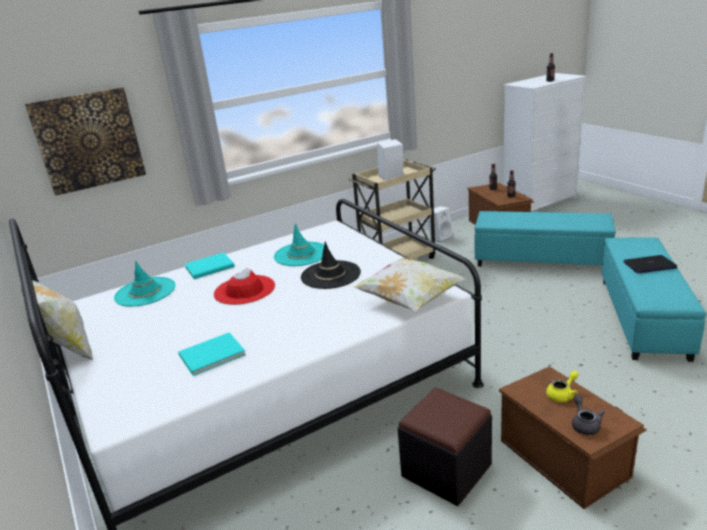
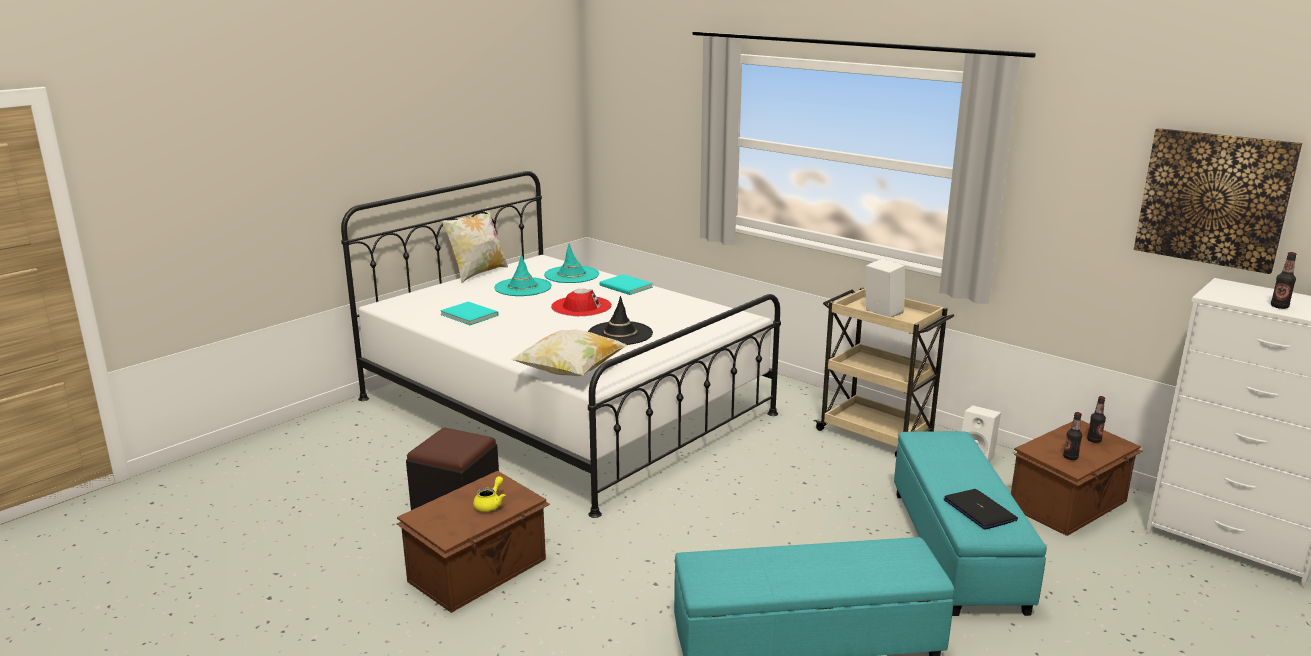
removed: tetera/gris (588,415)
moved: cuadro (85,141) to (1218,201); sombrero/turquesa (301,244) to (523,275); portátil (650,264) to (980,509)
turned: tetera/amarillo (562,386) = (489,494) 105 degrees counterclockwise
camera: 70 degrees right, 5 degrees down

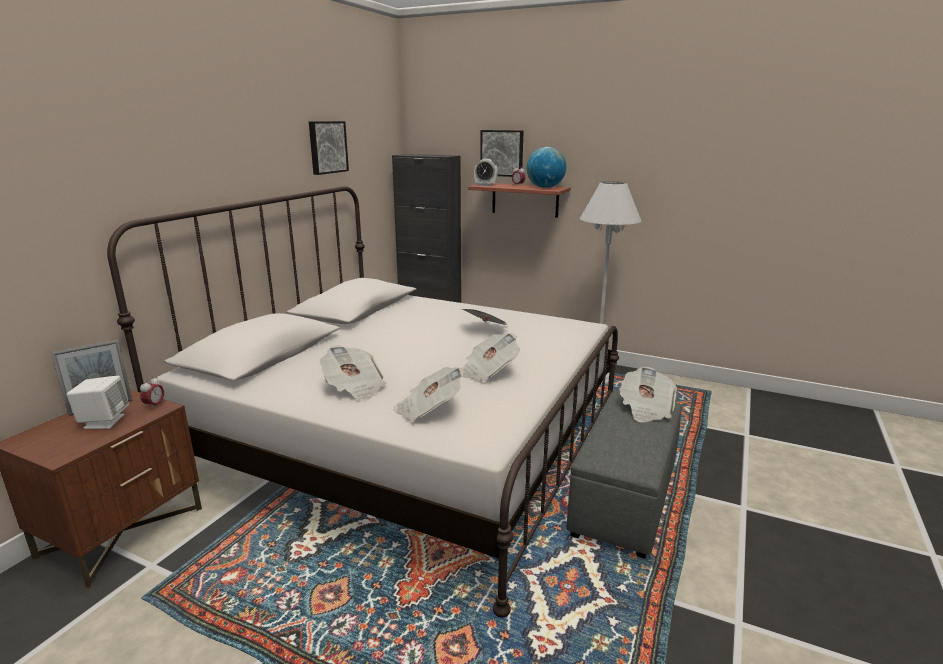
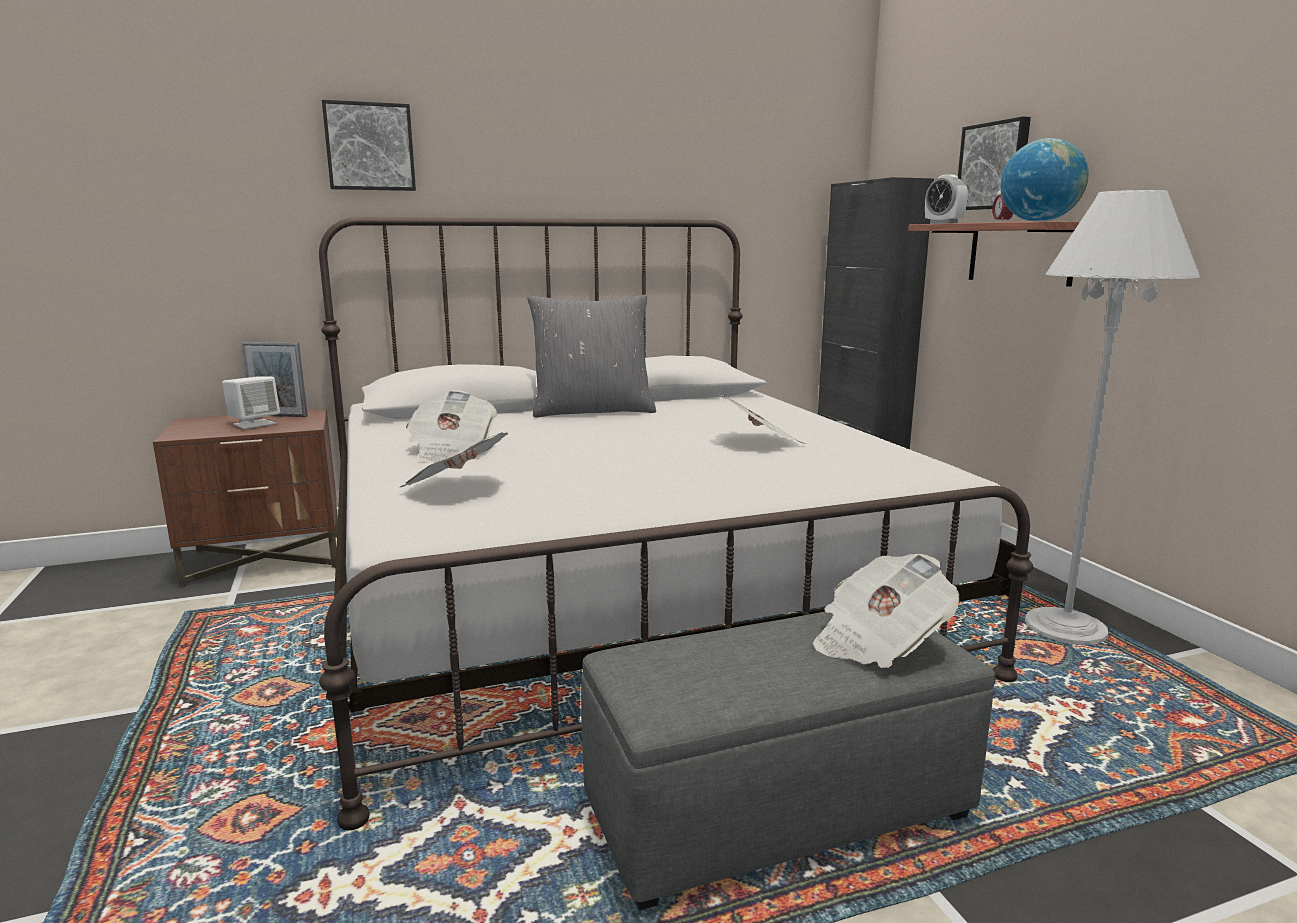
removed: periódico (490,357); despertador (152,392)
added: cojín/gris (591,356)
moved: cuadro (329,148) to (369,145)
camera: 45 degrees right, 5 degrees down

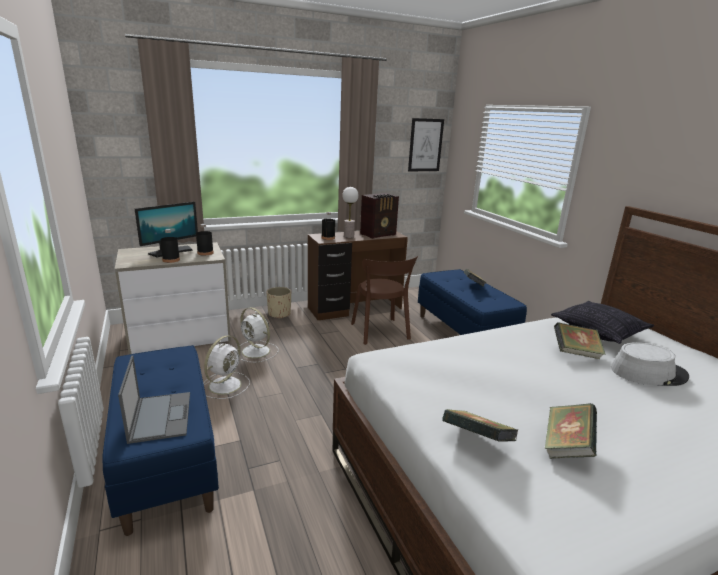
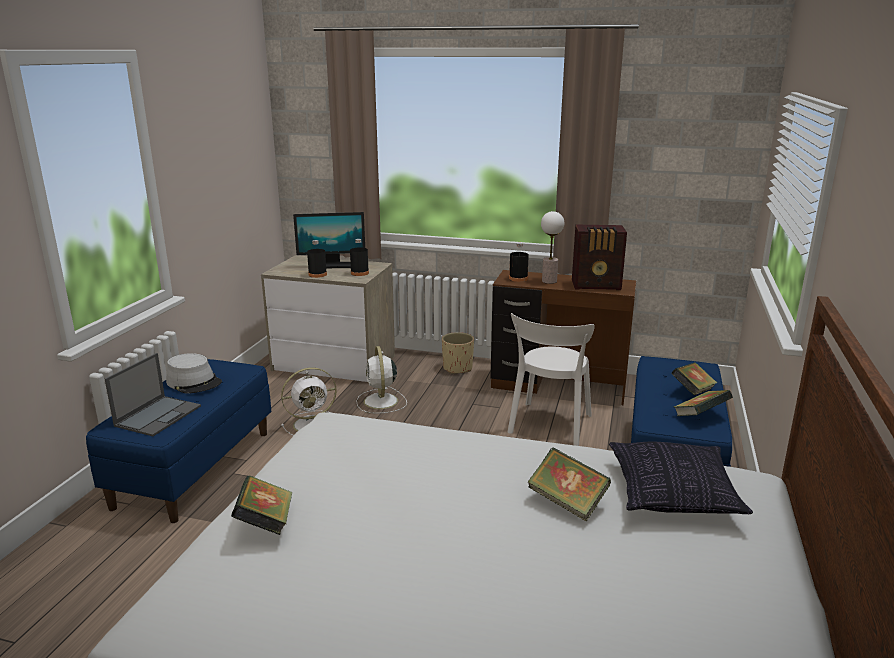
removed: cuadro (426,144)
moved: sombrero/gris (650,364) to (194,373); libro (571,431) to (703,403)
recoloured: silla/marrón (384,300) to silla/blanco (551,379)
camera: 40 degrees right, 0 degrees up

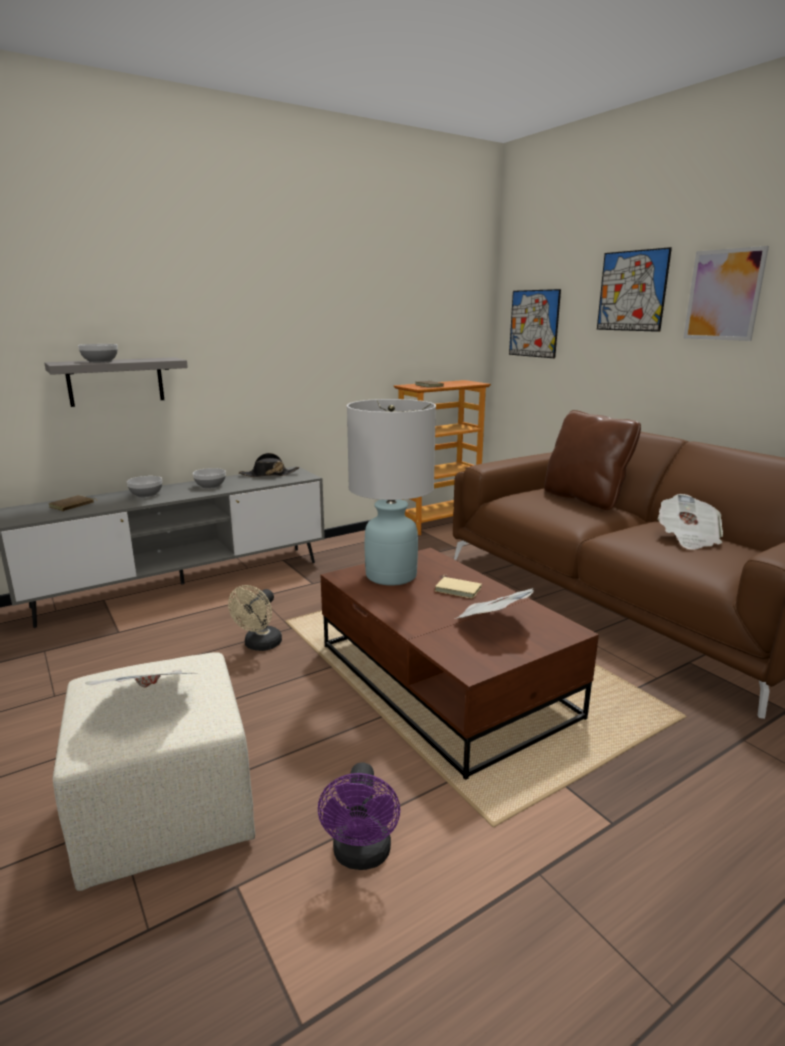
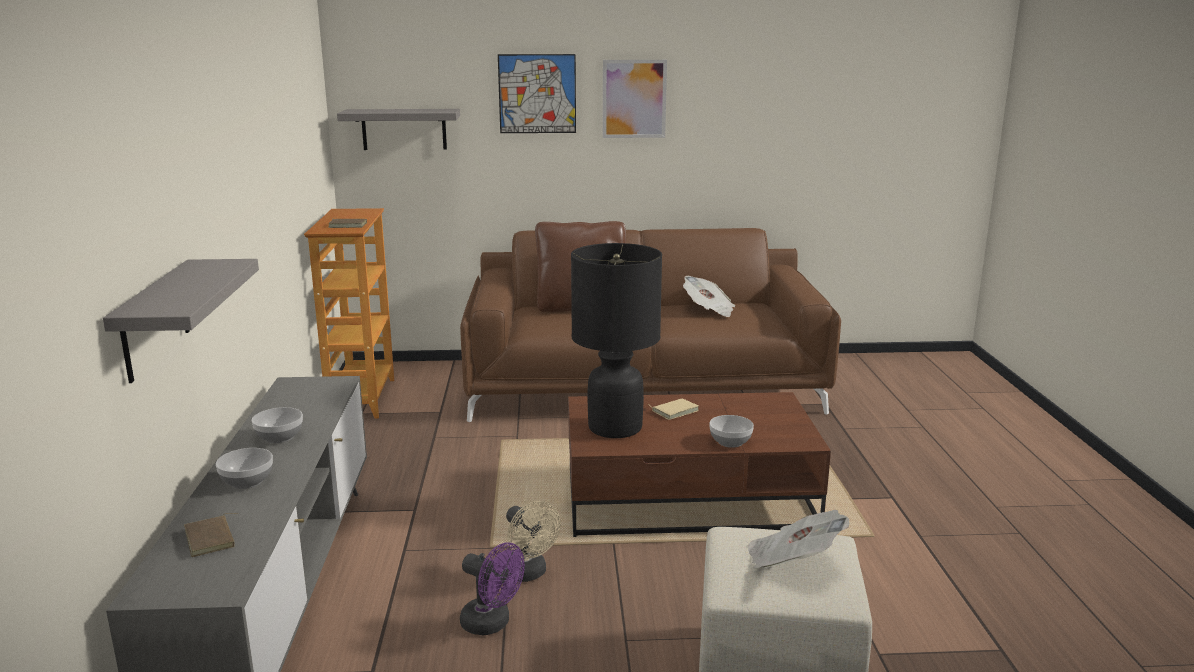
removed: sombrero/negro (269,465); periódico (494,603)
moved: cuenco (98,353) to (731,431); ventilador/morado (359,816) to (492,588)
replaced: cuadro (535,323) to estante/gris (398,129)
recoloured: lámpara de mesa/blanco (391,492) to lámpara de mesa/negro (616,340)
camera: 60 degrees left, 0 degrees up

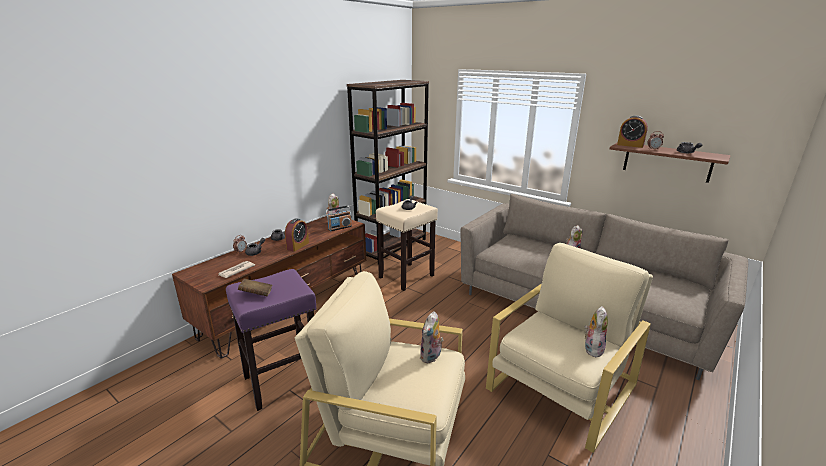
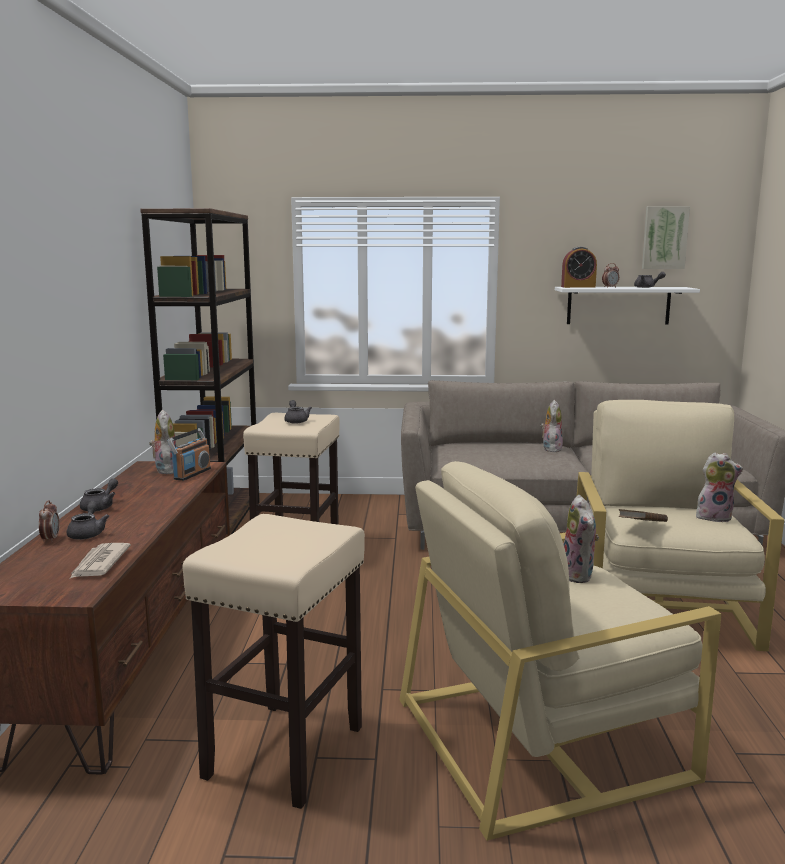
removed: despertador (297,235)
added: cuadro (666,237)
moved: libro/marrón (255,287) to (643,515)
recoloured: estante/marrón (670,162) to estante/blanco (627,306); taburete/morado (271,340) to taburete/beis (274,661)
turned: peluche (596,331) = (719,487) 105 degrees clockwise
camera: 35 degrees left, 10 degrees down

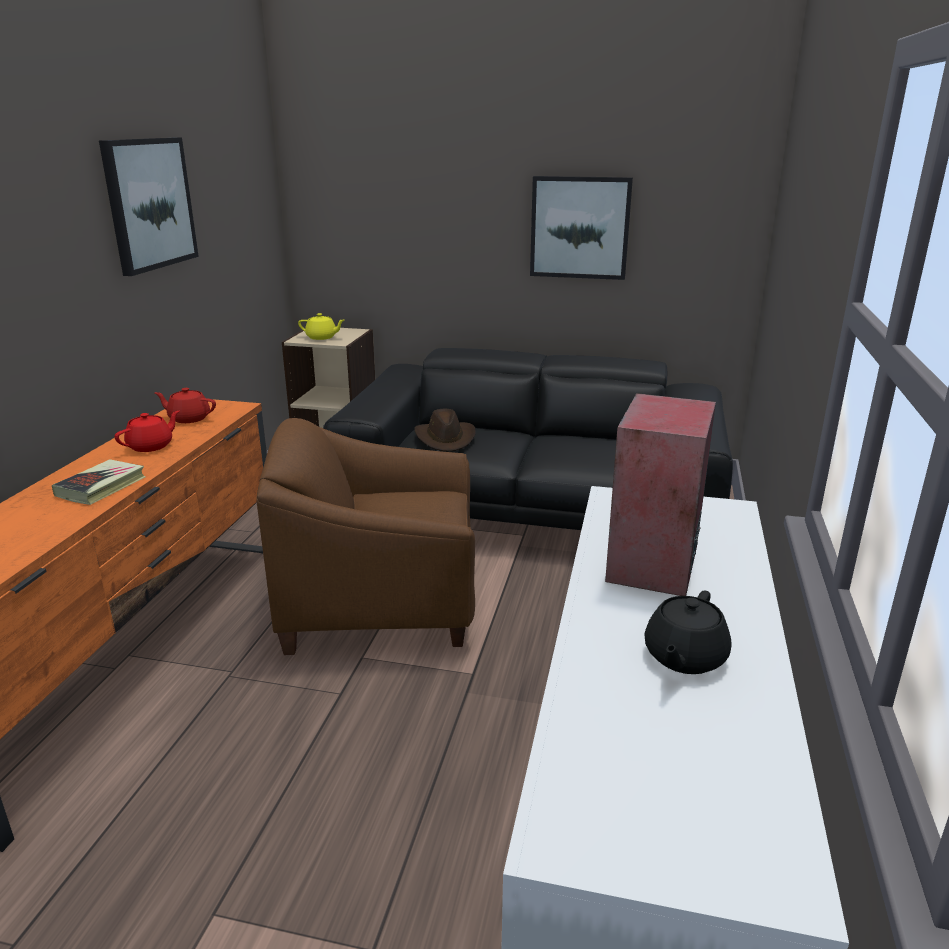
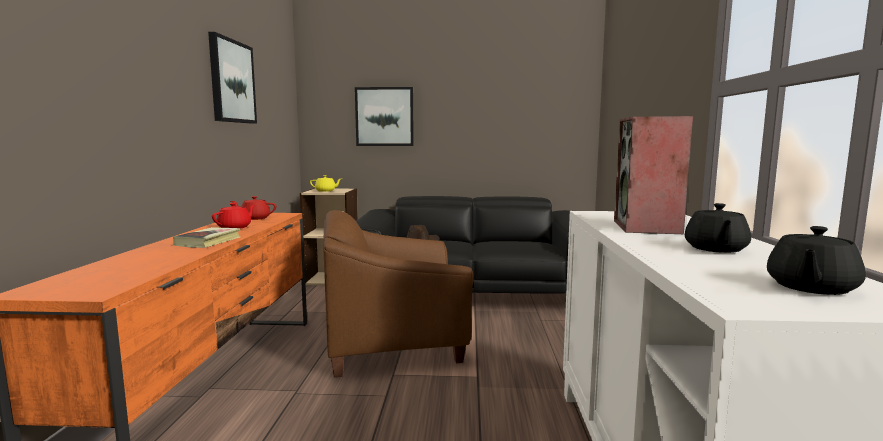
added: tetera/negro (816,260)
moved: cuadro (581,228) to (384,116)
camera: 10 degrees left, 15 degrees down

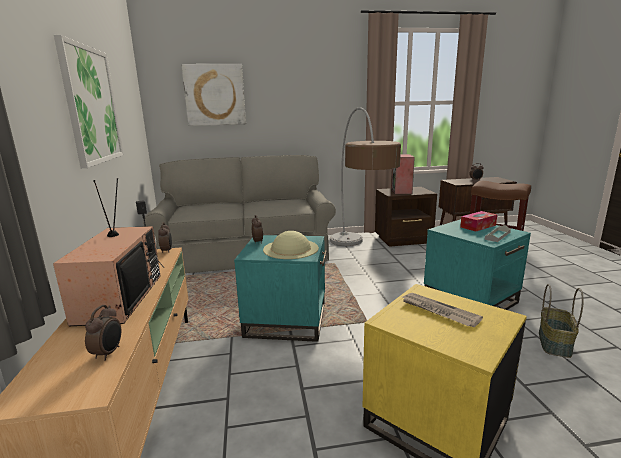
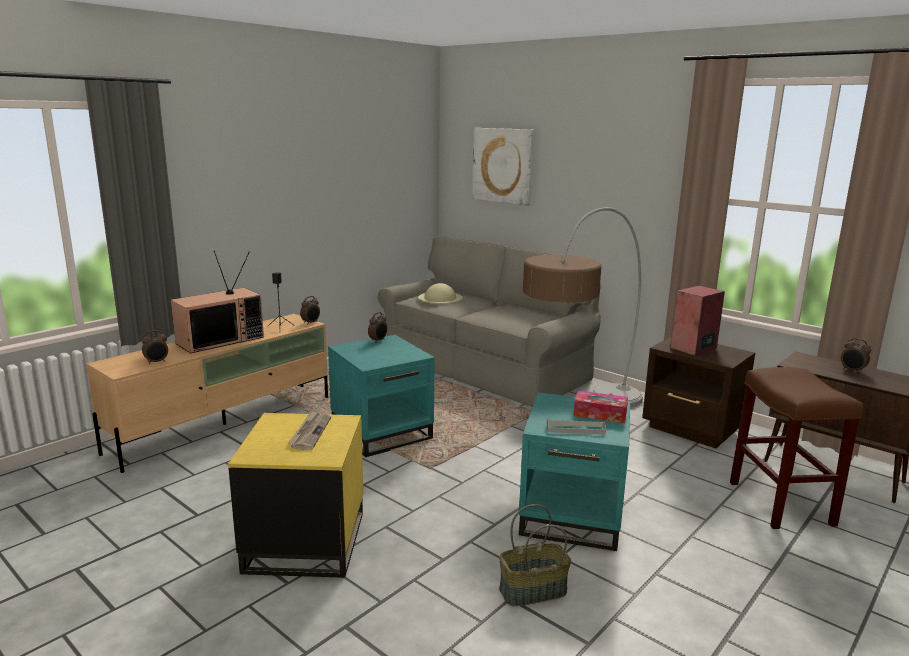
removed: cuadro (89,101)
moved: sombrero/beis (291,245) to (440,293)
camera: 50 degrees right, 0 degrees up

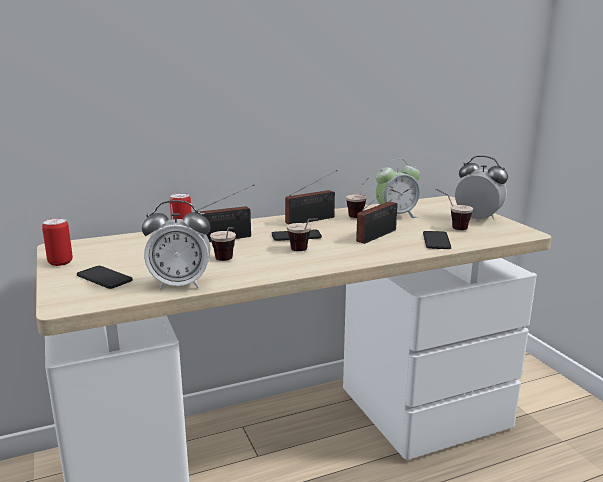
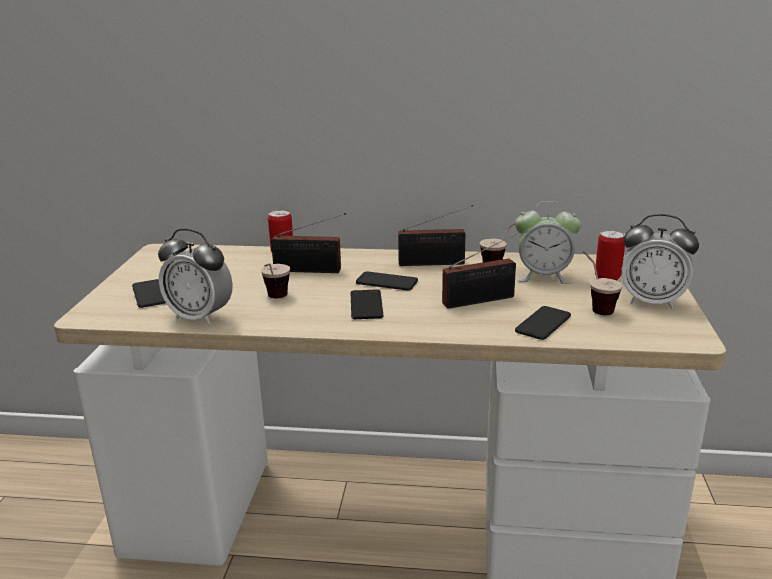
moved: lata (57,242) to (610,255)
replaced: taza (302,234) to móvil (367,304)
turned: despertador (481,188) = (660,261) 135 degrees clockwise
camera: 30 degrees right, 5 degrees up

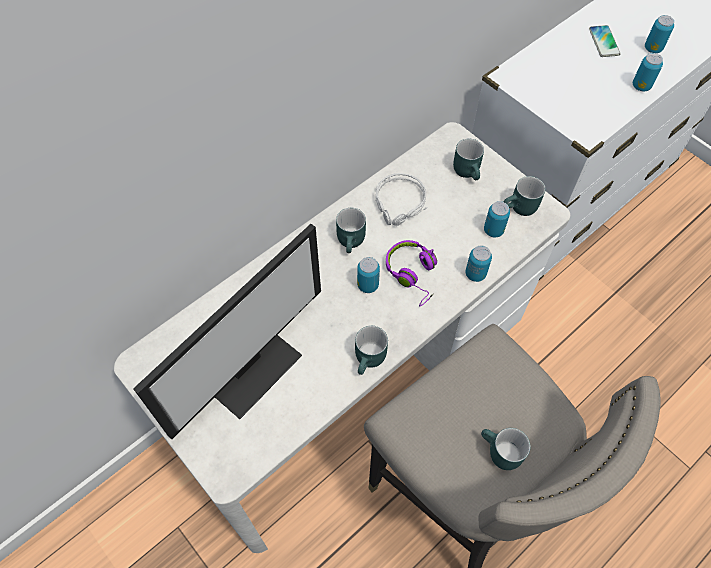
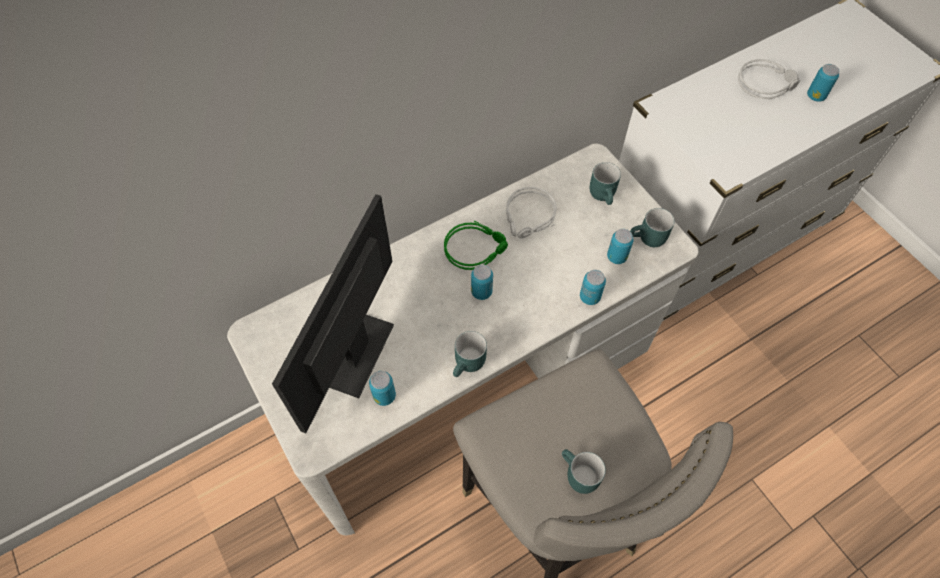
removed: auriculares/morado (411,273)
moved: lata (648,72) to (382,388)
replaced: móvil (605,41) to auriculares/gris (769,79); taza grande/turquesa (351,230) to auriculares/verde (476,245)
turned: monitor (227,331) = (333,313) 150 degrees clockwise
camera: 10 degrees right, 0 degrees up

